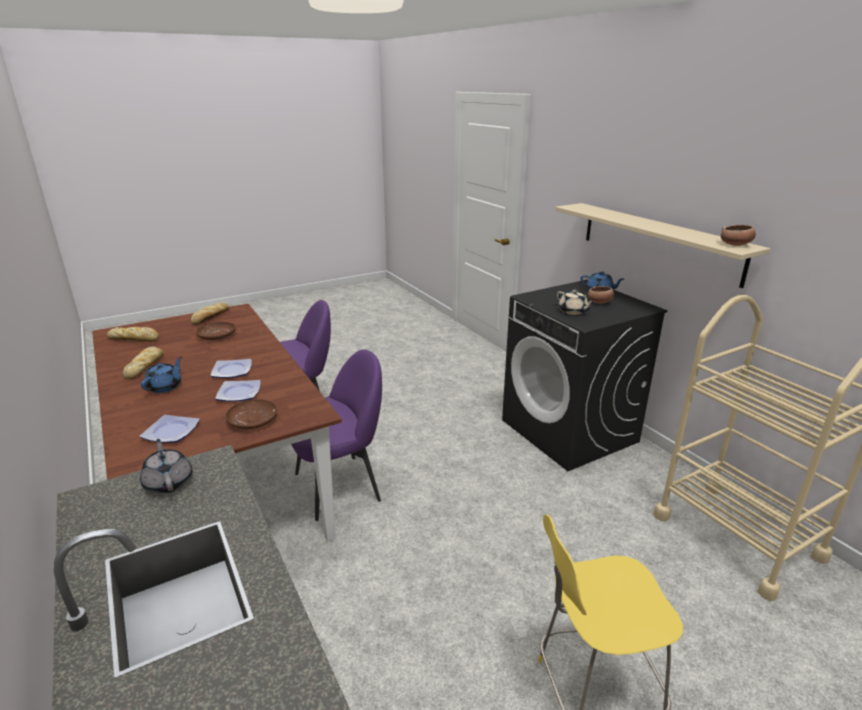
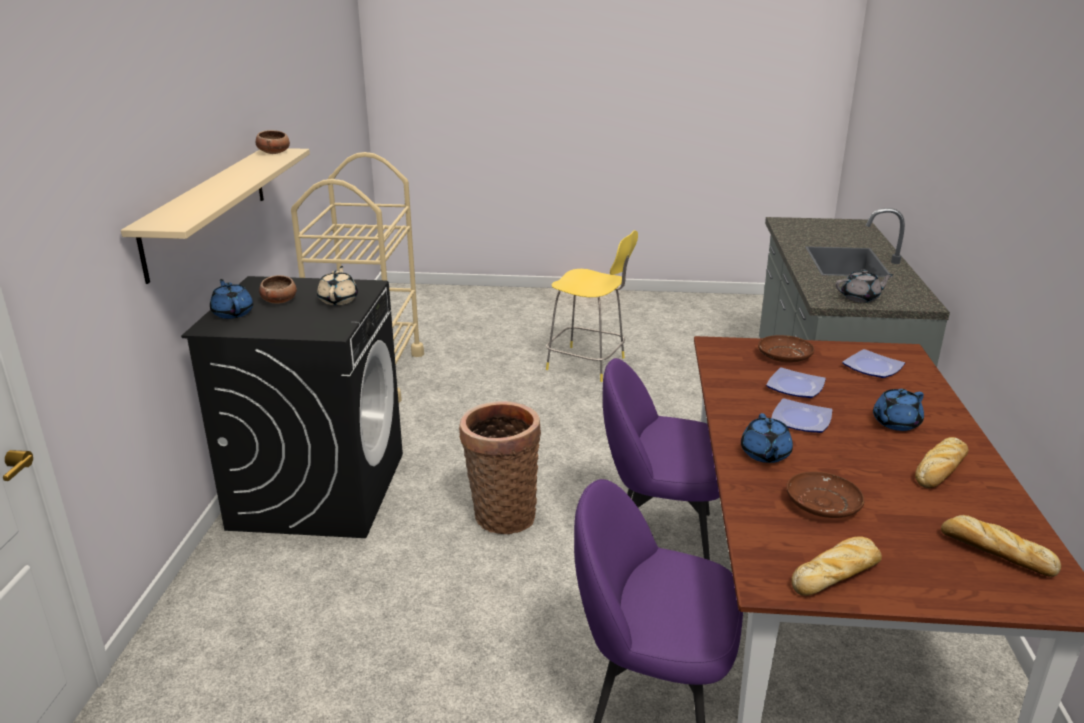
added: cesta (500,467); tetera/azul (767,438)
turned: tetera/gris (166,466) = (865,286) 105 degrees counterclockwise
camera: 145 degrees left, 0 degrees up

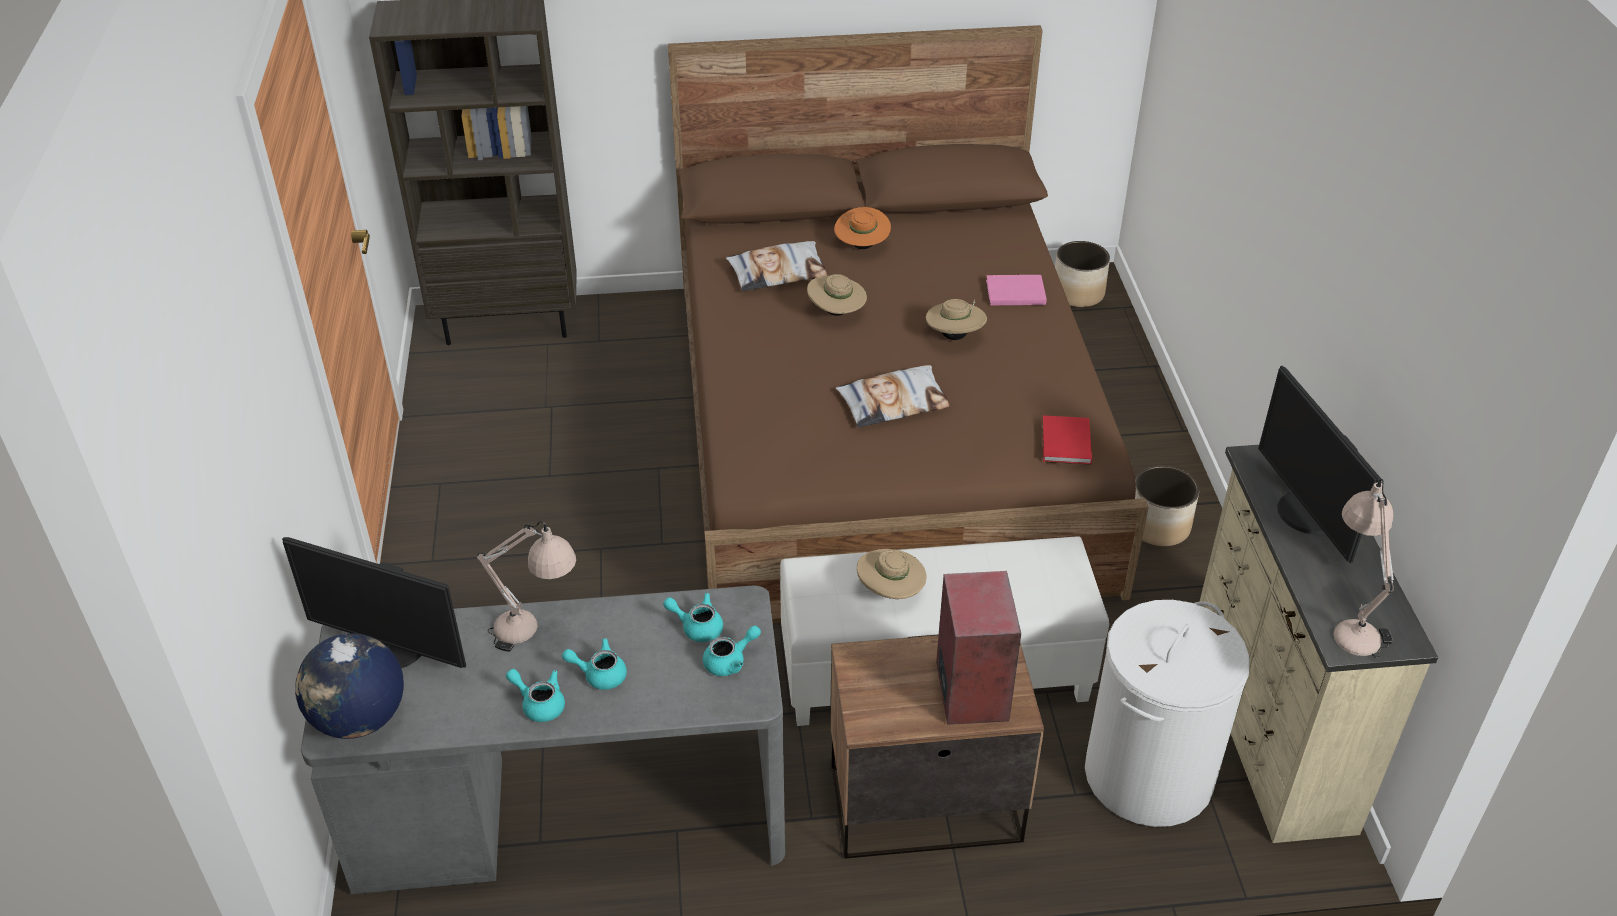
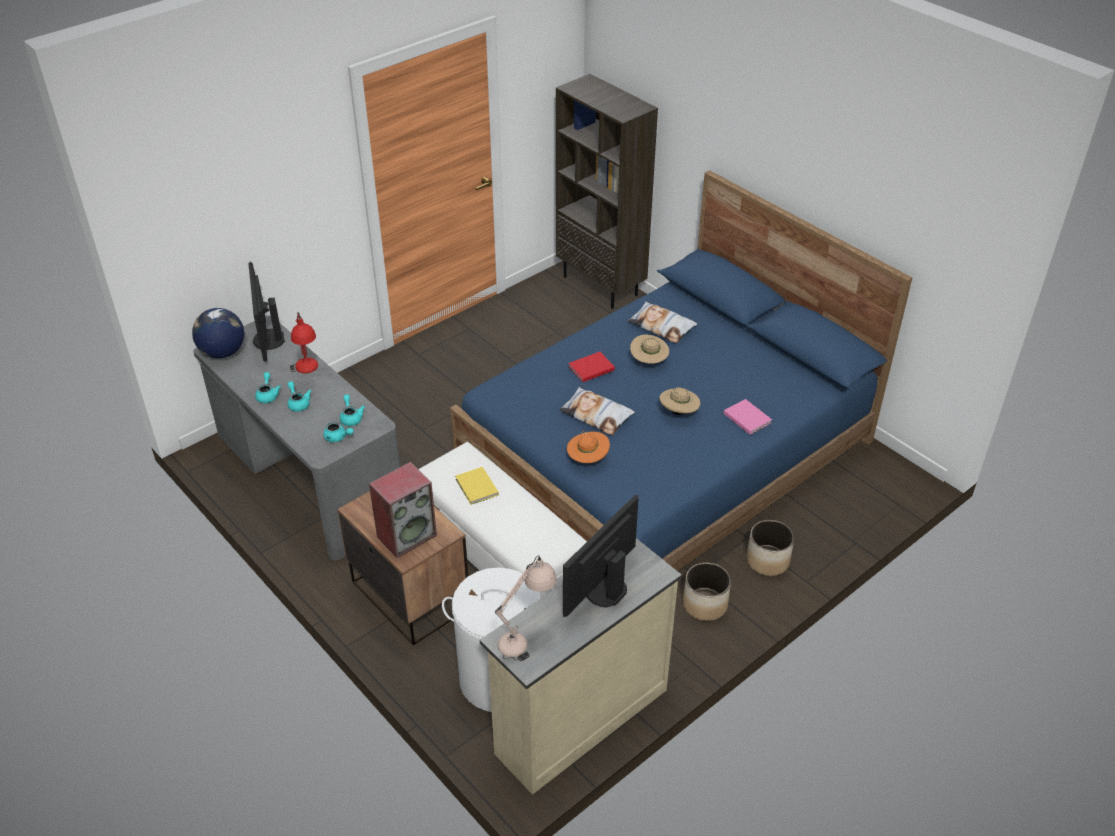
moved: sombrero/naranja (862,228) to (588,446); maceta (1082,274) to (770,548); libro/rojo (1067,440) to (591,367)
replaced: sombrero/beis (892,574) to libro/amarillo (477,486)
recoloured: cama/marrón (908,324) to cama/azul (681,370); lámpara de mesa/beis (526,586) to lámpara de mesa/rojo (304,342)
camera: 55 degrees right, 0 degrees up

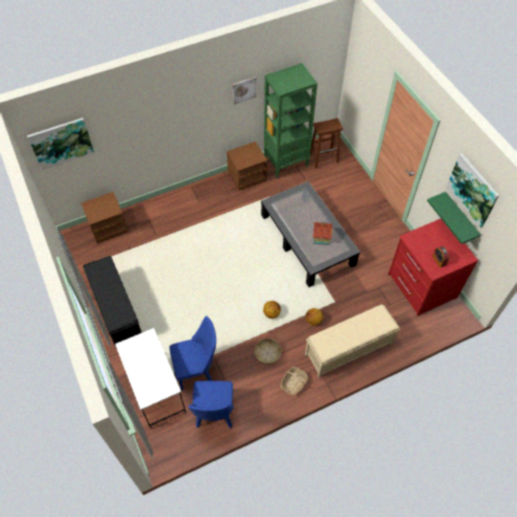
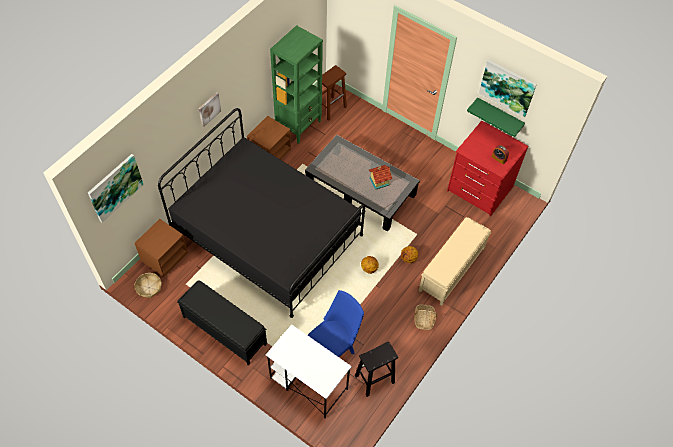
added: cama/negro (261,213)
moved: cuadro (244,91) to (210,109); cesta (268,351) to (147,285)
replaced: silla/azul (211,404) to taburete/negro (376,369)
camera: 30 degrees left, 0 degrees up

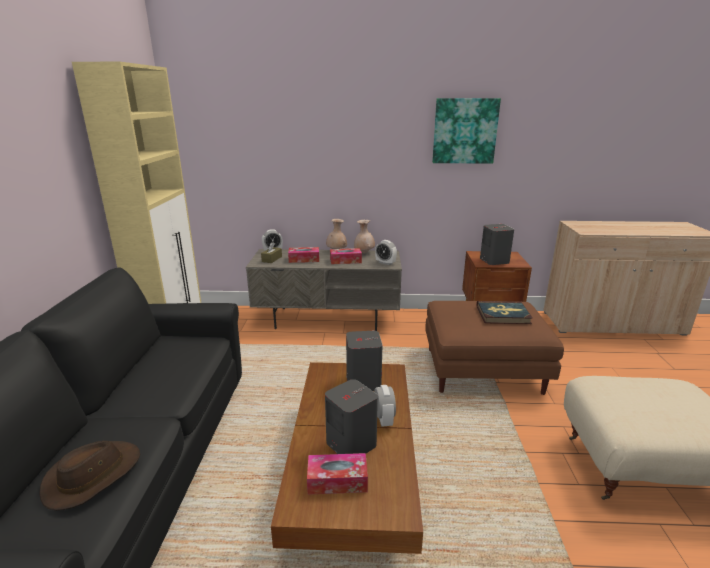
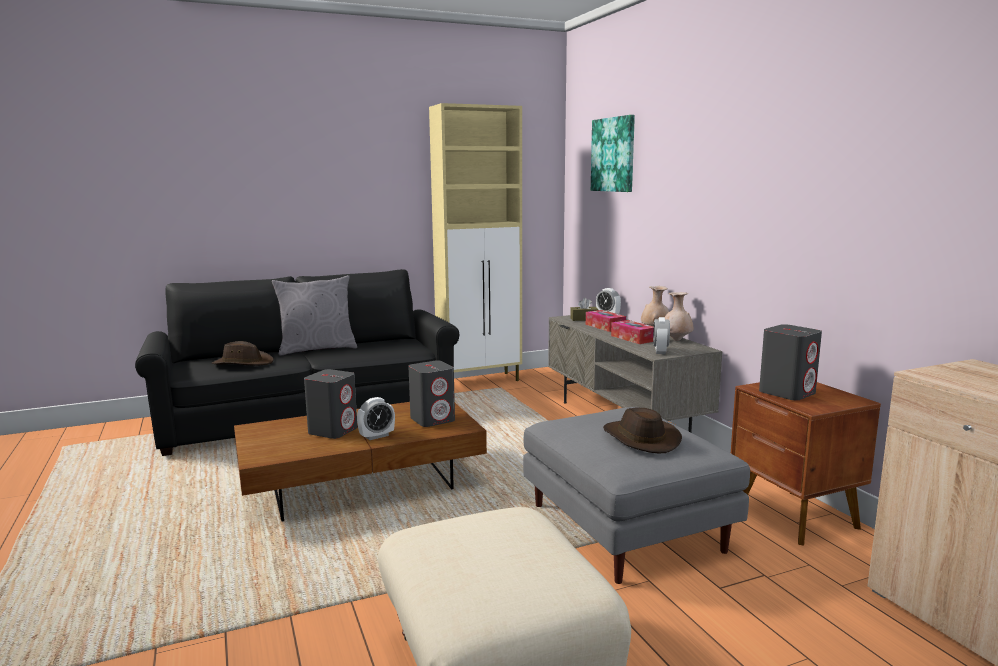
removed: caja de pañuelos (337,473)
added: cojín/gris (314,315)
moved: cuadro (466,131) to (613,153)
replaced: libro (505,312) to sombrero/marrón (642,430)
recoloured: puf/marrón (494,348) to puf/gris (636,495)
camera: 65 degrees right, 10 degrees down

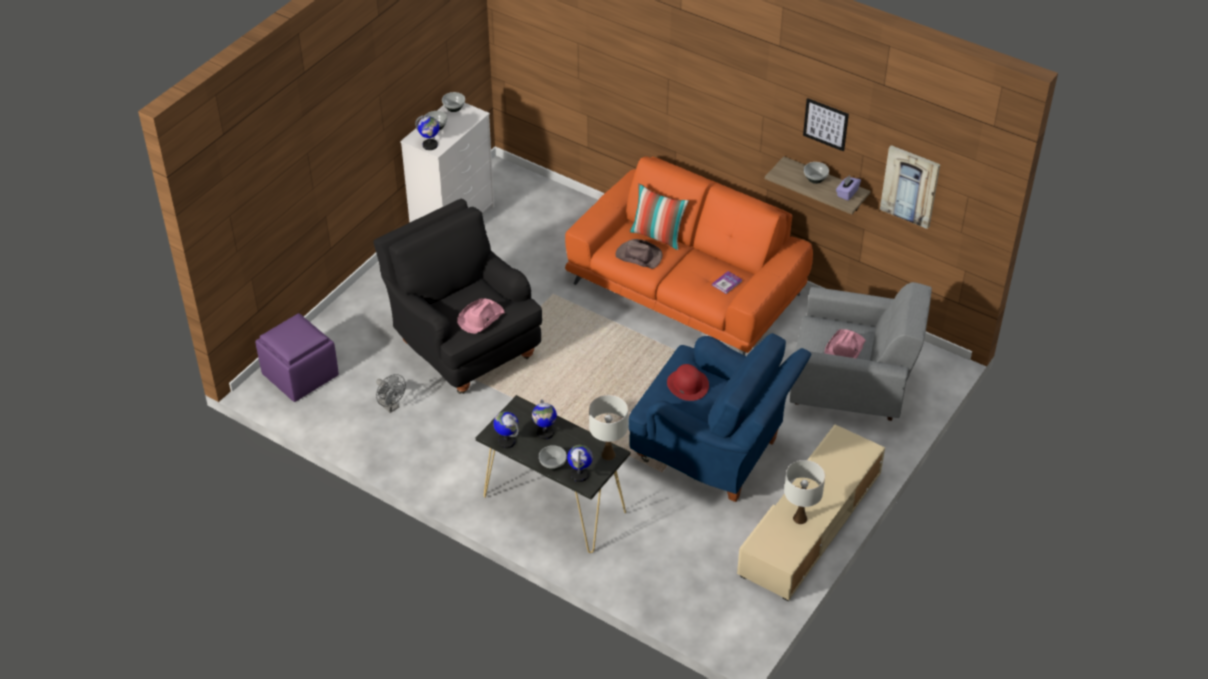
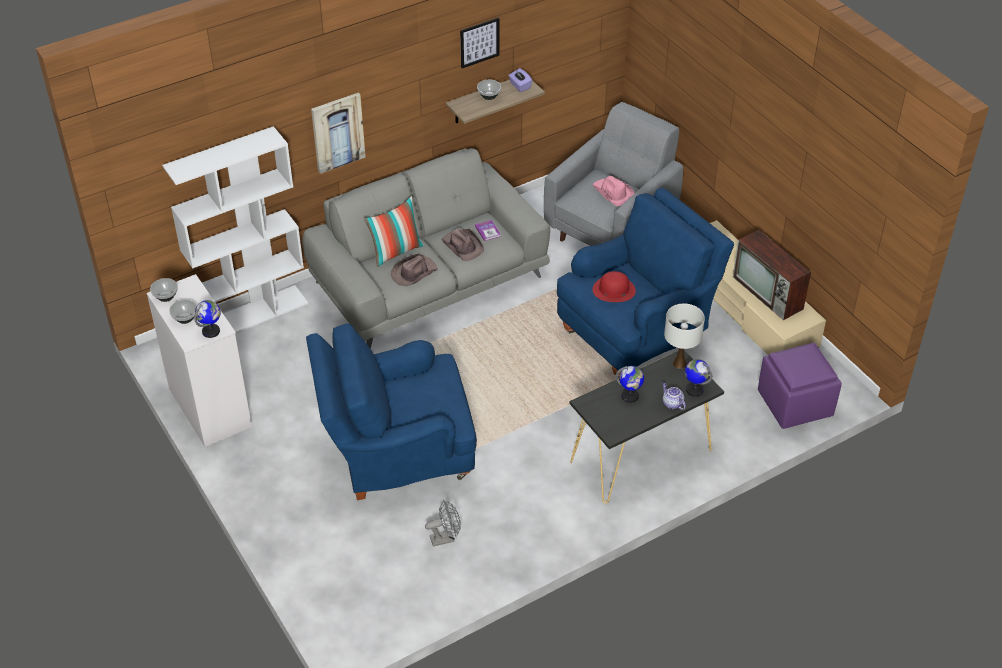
removed: sombrero/rosa (481,315); globo terráqueo (506,430)
added: estantería/blanco (235,229); sombrero/marrón (463,244)
moved: cuadro (910,187) to (338,133); puf/morado (297,357) to (800,386)
replaced: cuenco (553,457) to tetera (674,396); lámpara de mesa/blanco (804,492) to televisor (772,275)
recoloured: sofá/naranja (689,256) to sofá/gris (426,248); sillón/negro (457,296) to sillón/azul (391,411)
camera: 65 degrees left, 0 degrees up

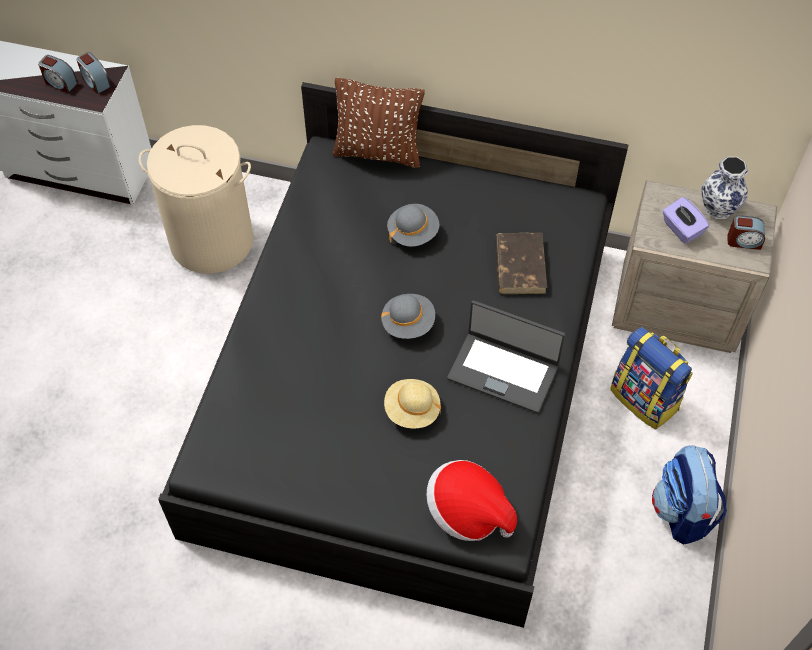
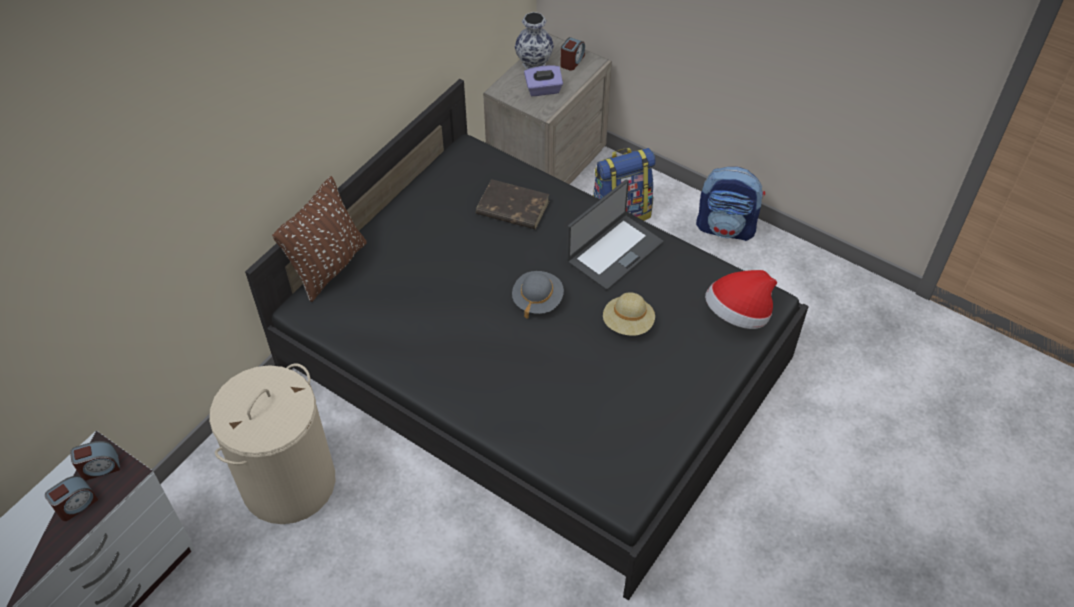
removed: sombrero/gris (413,225)
camera: 70 degrees left, 5 degrees down

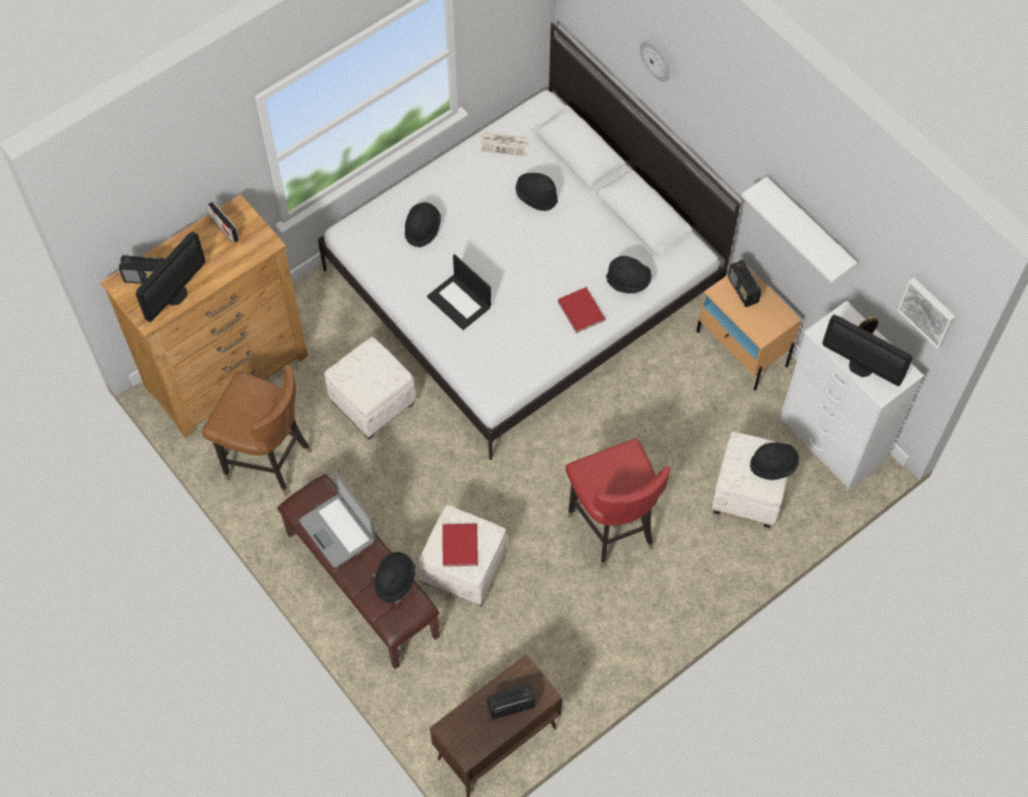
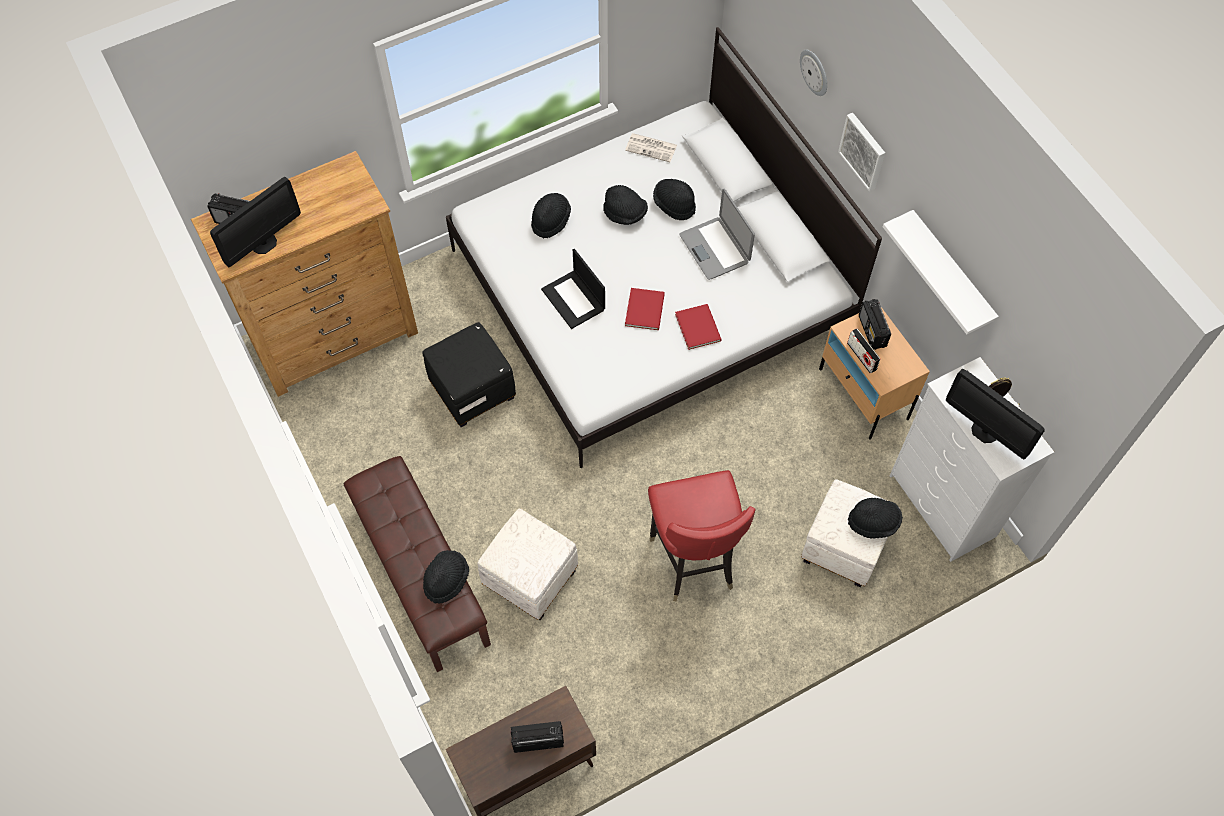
removed: silla/marrón (257,430)
moved: radio (223,222) to (864,350); sombrero/negro (629,275) to (625,205); cuadro (926,313) to (861,152); portátil (337,520) to (717,234); libro/rojo (460,545) to (645,309)
recoloured: puf/blanco (370,388) to puf/negro (469,374)
camera: 10 degrees right, 0 degrees up

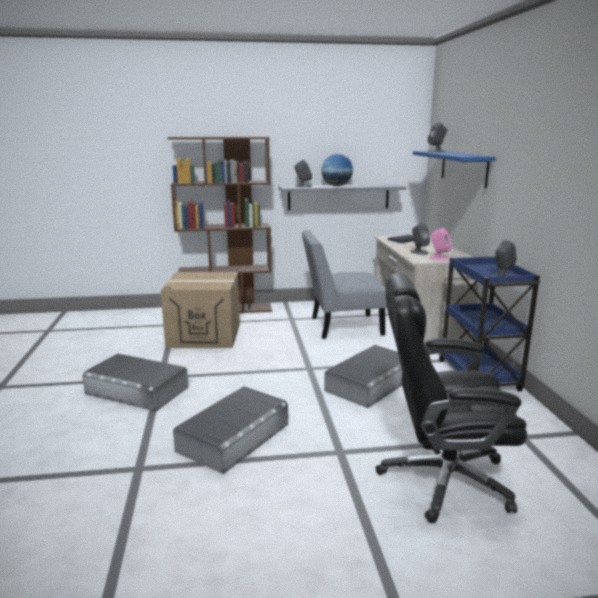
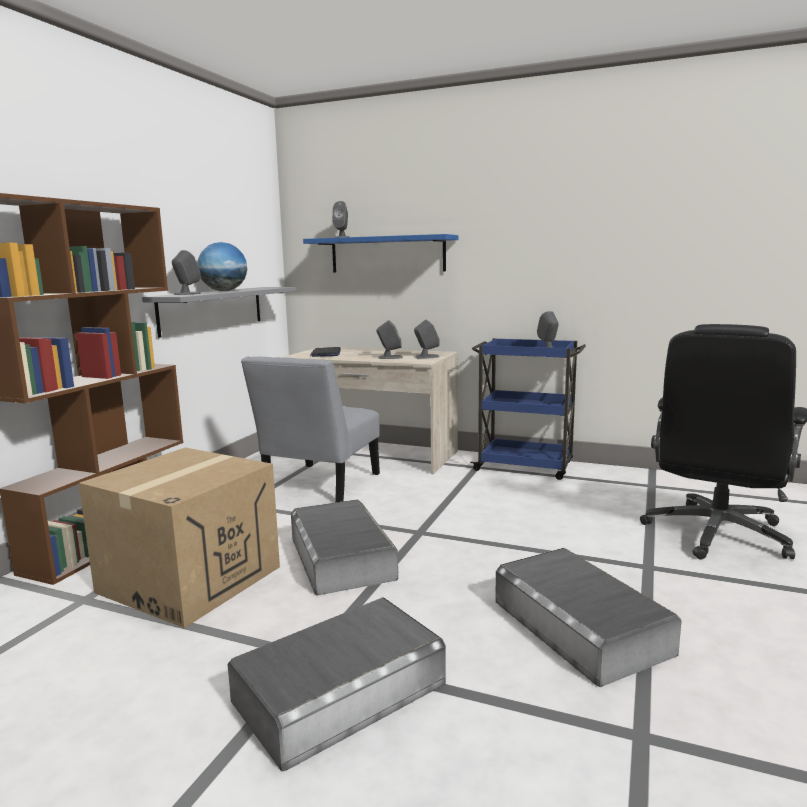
moved: caja de almacenaje/gris (363,376) to (344,548)
recoloured: altavoz/rosa (440,244) to altavoz/gris (427,339)
camera: 60 degrees left, 5 degrees down

